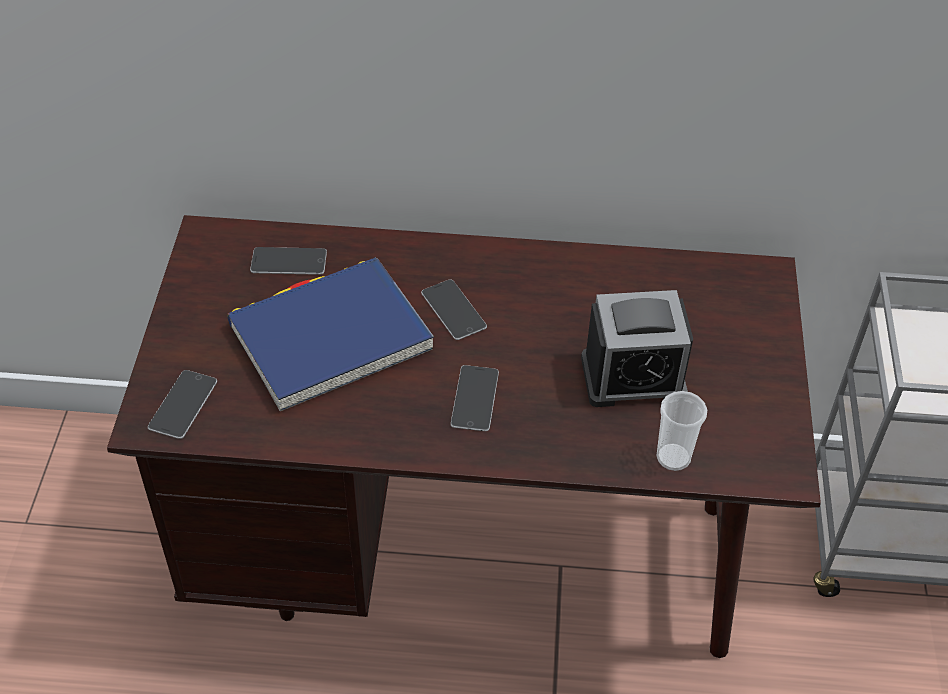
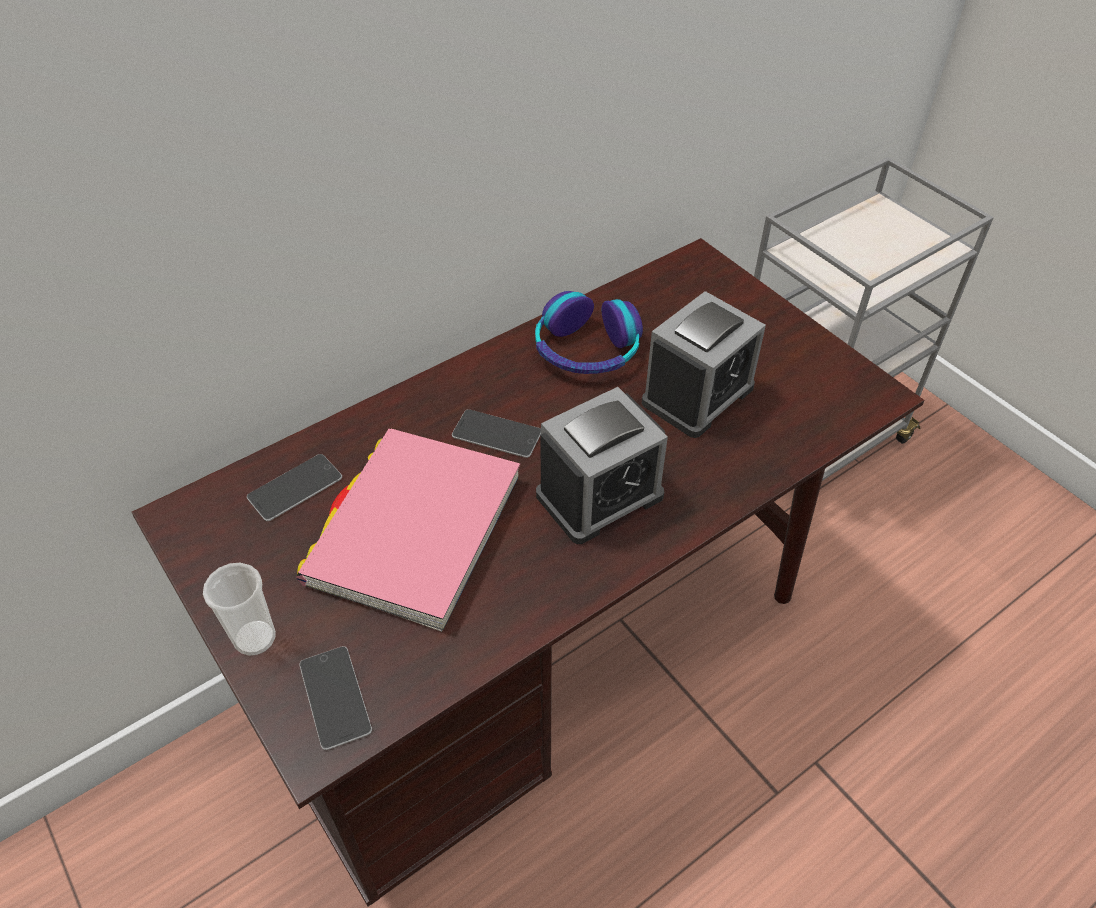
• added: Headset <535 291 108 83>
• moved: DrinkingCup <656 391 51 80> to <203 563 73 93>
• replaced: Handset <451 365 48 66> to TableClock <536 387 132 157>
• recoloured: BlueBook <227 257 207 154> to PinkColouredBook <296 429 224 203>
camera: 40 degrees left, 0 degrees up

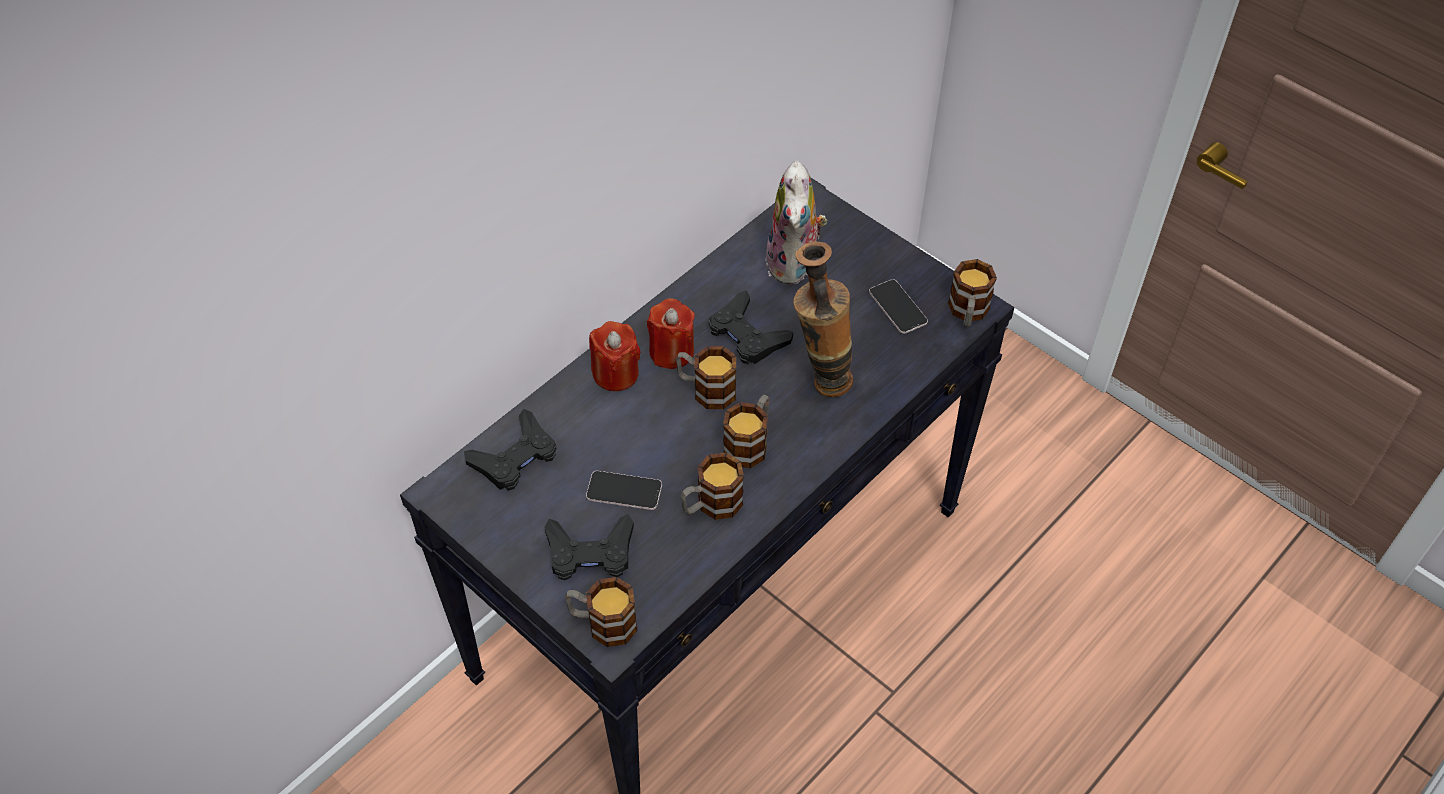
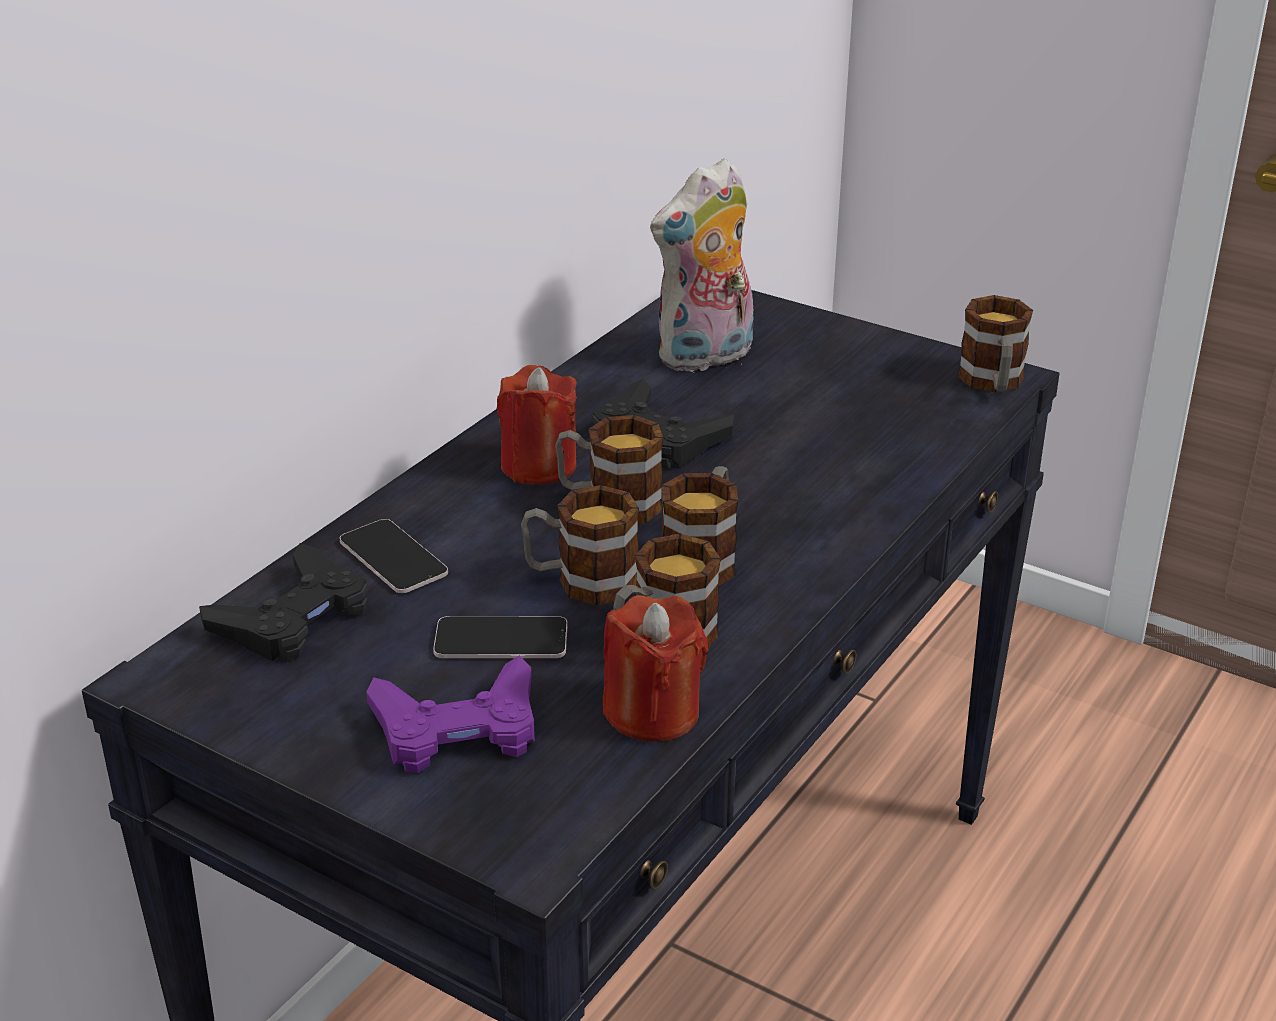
• removed: FlowerVase <793 241 60 156>
• moved: Mug <565 577 73 70> to <521 485 118 120>
• moved: ReddishCandle <589 321 52 70> to <603 595 105 147>
• moved: Handset <869 279 59 55> to <339 519 109 74>
• recoloured: BlackColouredJoypad <544 514 90 66> to PurpleColouredJoypad <366 655 169 118>
• turned: PlushToy <766 160 61 125> = <650 158 104 215> 60 degrees clockwise
camera: 10 degrees left, 20 degrees down

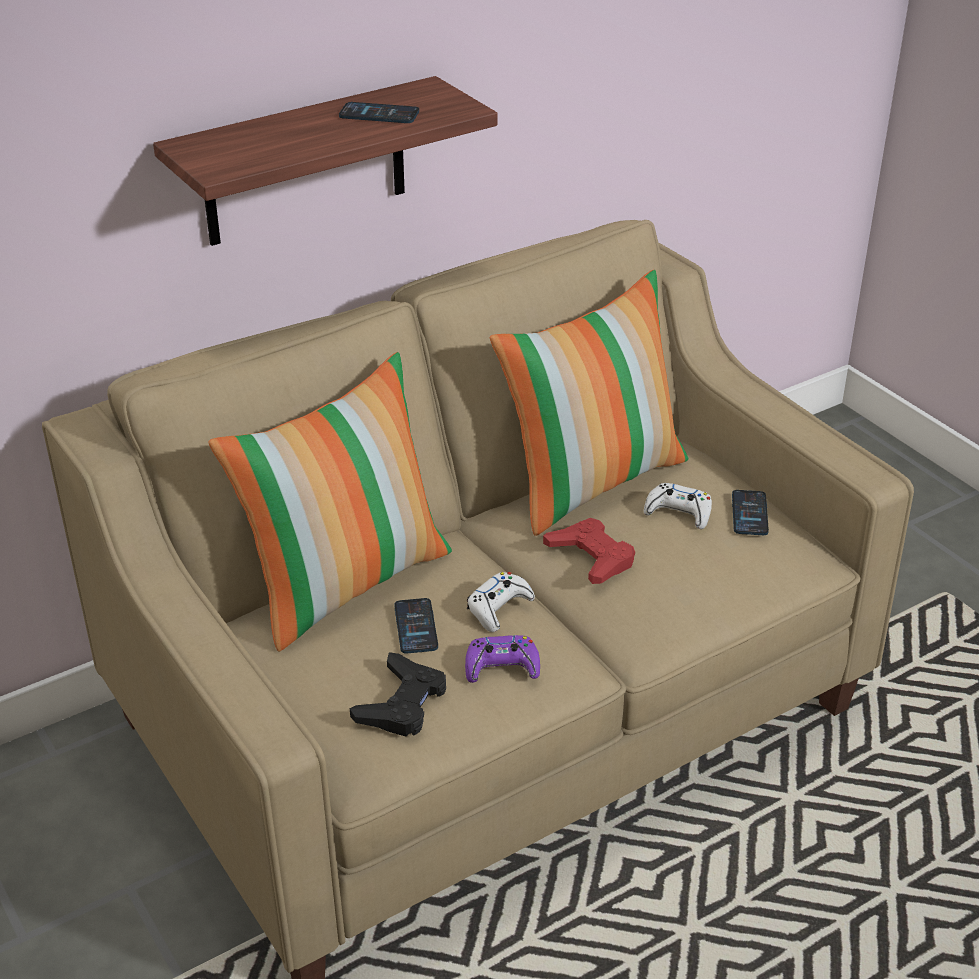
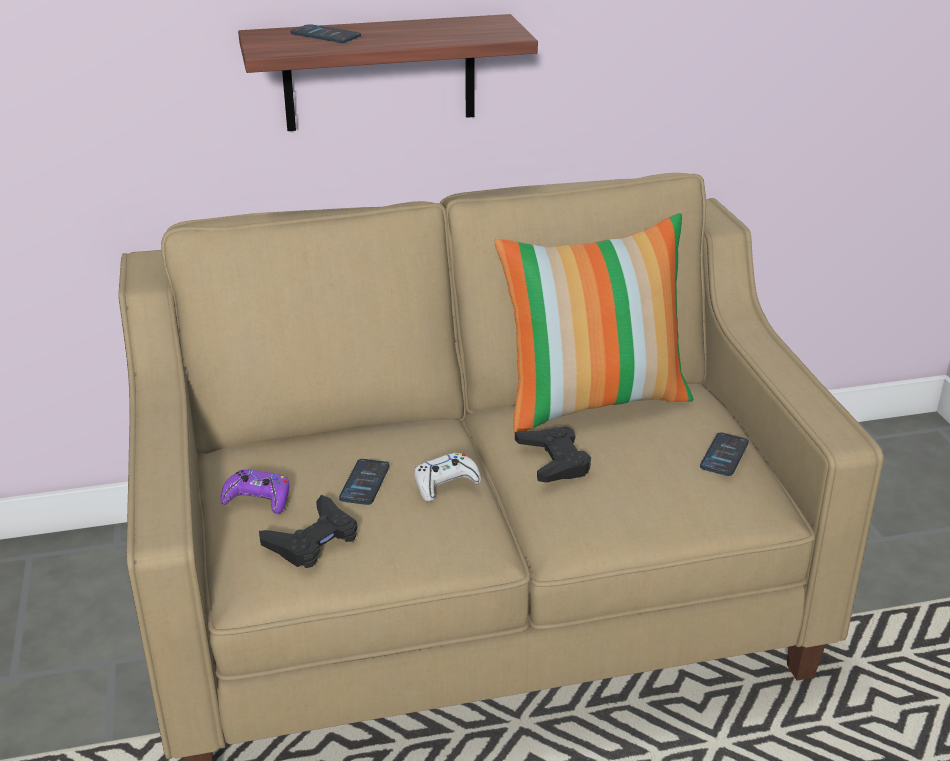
• removed: Cushion <208 352 244 300>
• removed: WhiteColouredJoypad <644 483 68 46>
• moved: Handset <339 102 80 21> to <290 24 71 19>
• moved: PurpleColouredJoypad <465 635 75 48> to <221 469 68 45>
• recoloured: ReddishJoypad <543 518 92 66> to BlackColouredJoypad <515 426 76 57>
camera: 20 degrees right, 5 degrees down

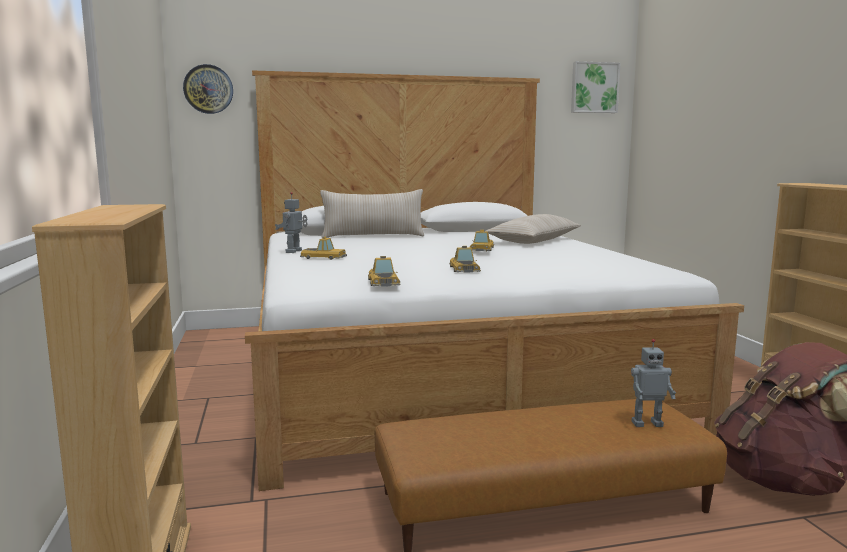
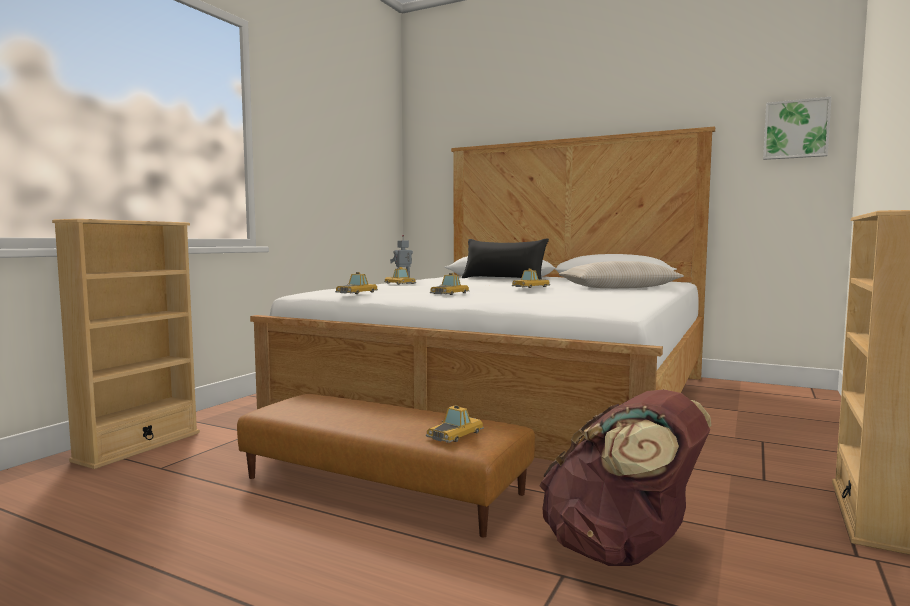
• removed: HangingClock <183 64 50 50>
• replaced: ToyRobot <631 339 45 88> to ModelCar <426 405 58 38>
• recoloured: SandColouredCushion <320 189 104 49> to BlackColouredCushion <462 238 87 41>
camera: 40 degrees right, 5 degrees down

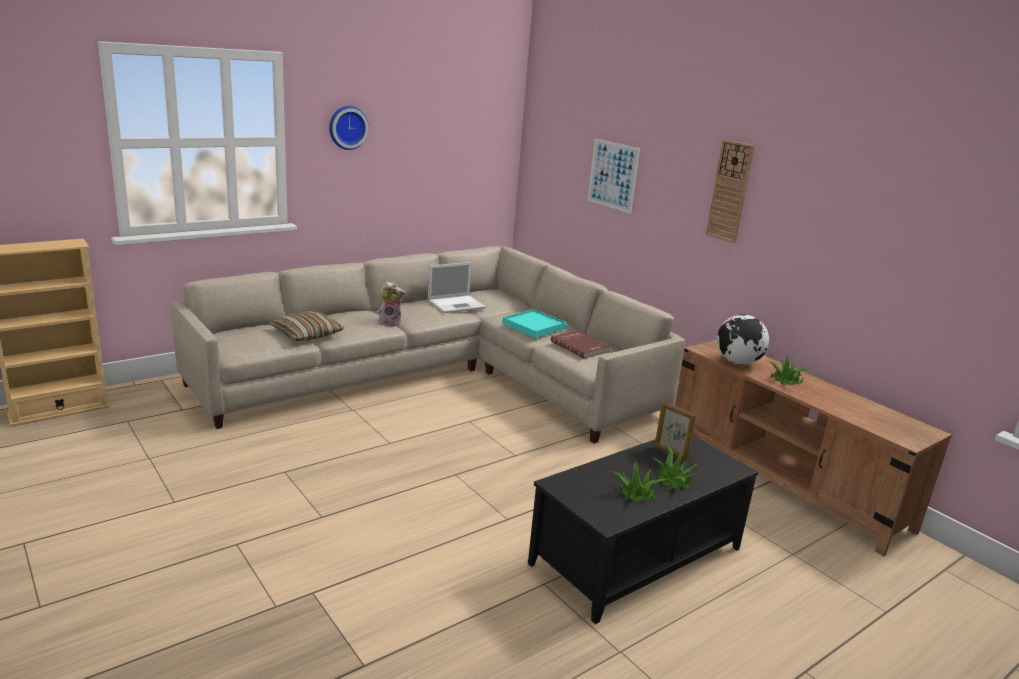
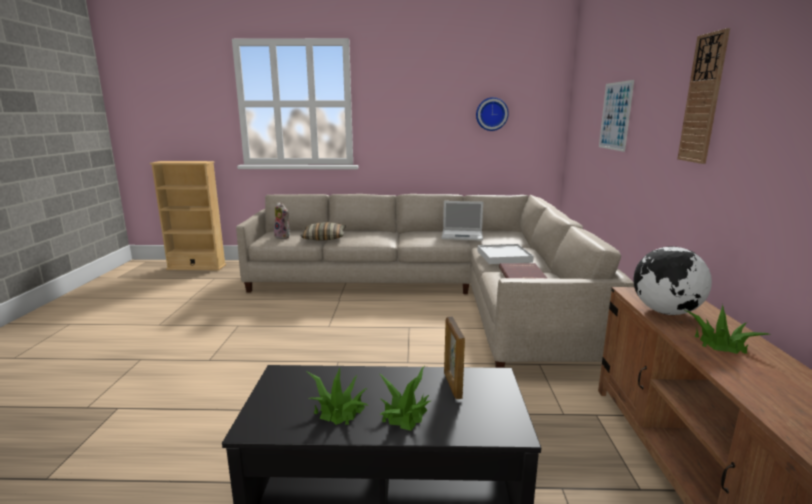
• moved: HangingClock <329 106 40 44> to <476 97 33 34>
• moved: PlushToy <377 281 29 46> to <274 202 15 37>
• recoloured: TurquoiseCarryingTray <502 309 65 29> to WhiteColouredCarryingTray <477 244 56 20>
camera: 40 degrees right, 5 degrees down

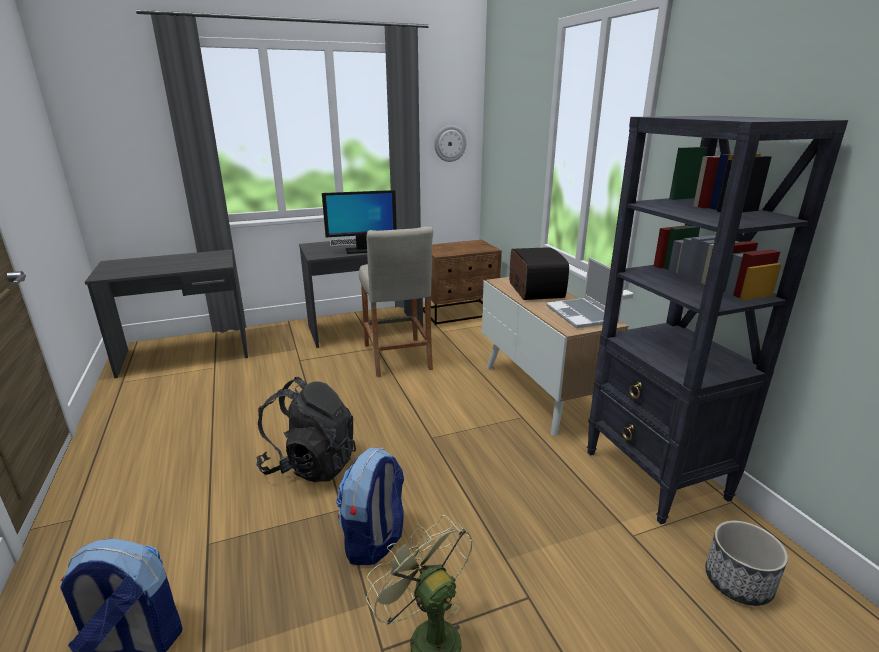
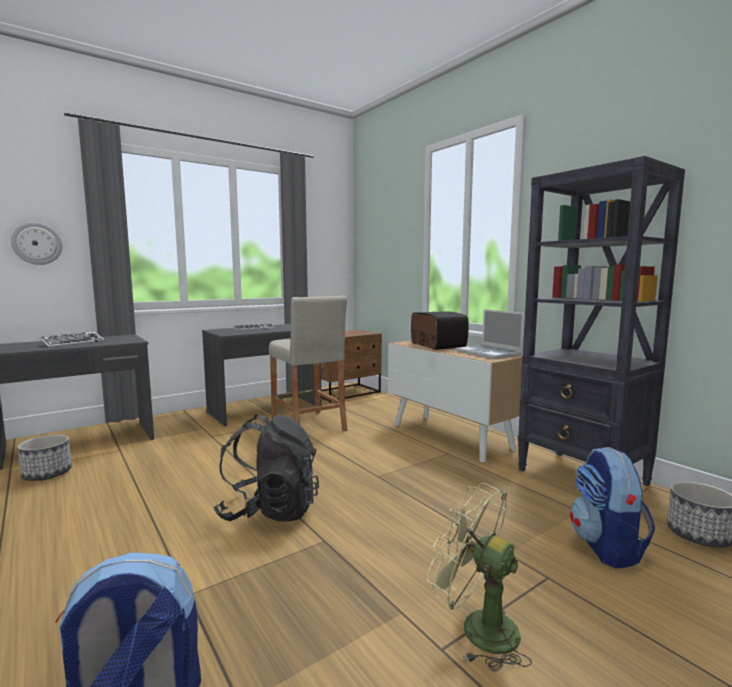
• removed: ComputerDisplay <322 190 75 64>
• added: Planter <17 435 55 46>
• added: Keyboard <40 332 64 15>
• moved: Rucksack <336 447 68 118> to <570 447 85 121>
• moved: HangingClock <434 125 33 37> to <11 222 51 43>
camera: 15 degrees left, 15 degrees down

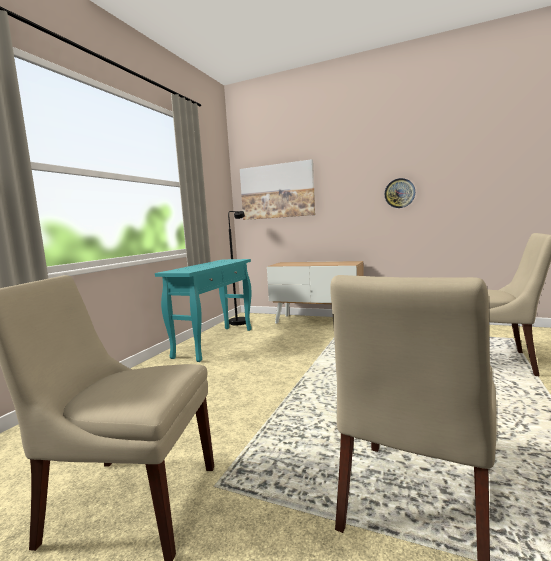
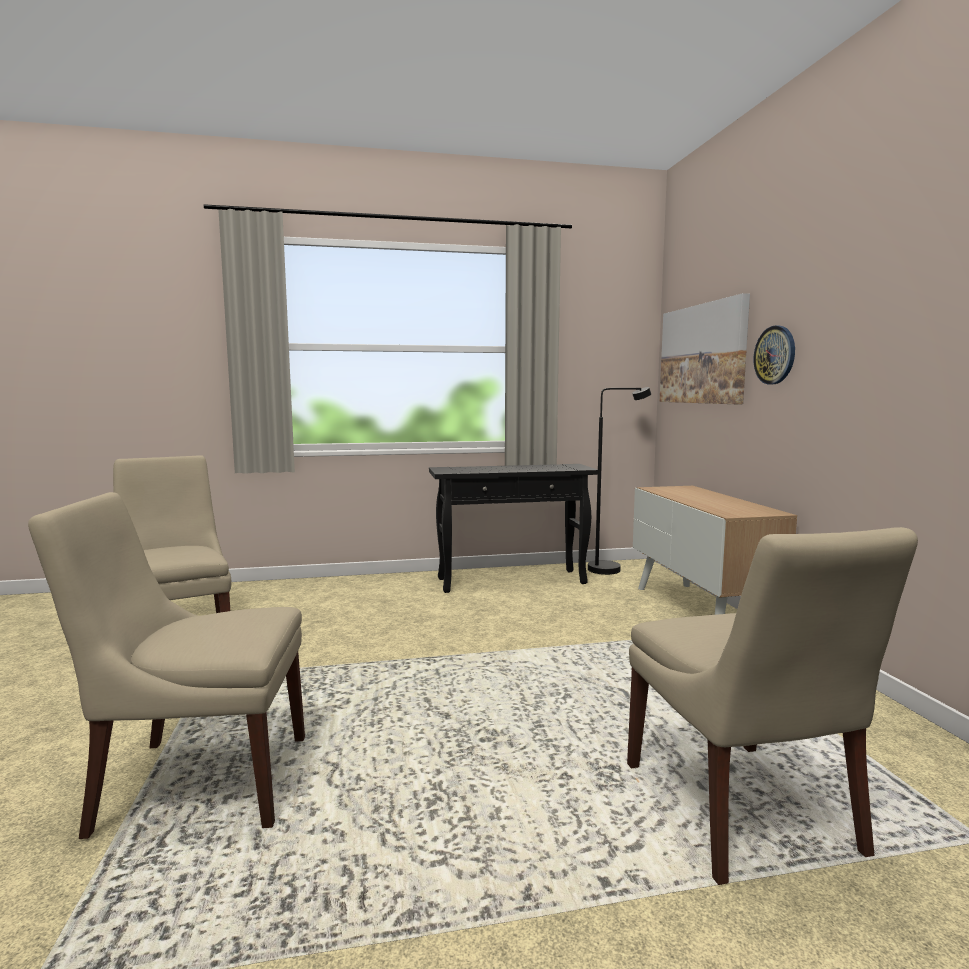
• moved: HangingClock <385 178 30 30> to <754 326 41 58>
• recoloured: TurquoiseHallTable <155 259 97 103> to BlackColouredHallTable <429 464 170 129>
camera: 55 degrees right, 0 degrees up

